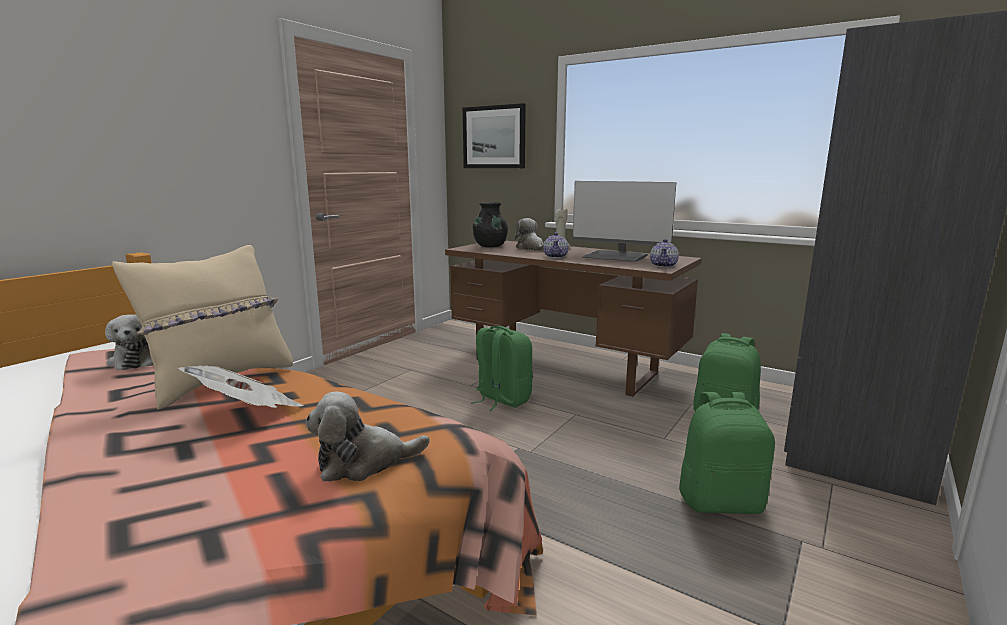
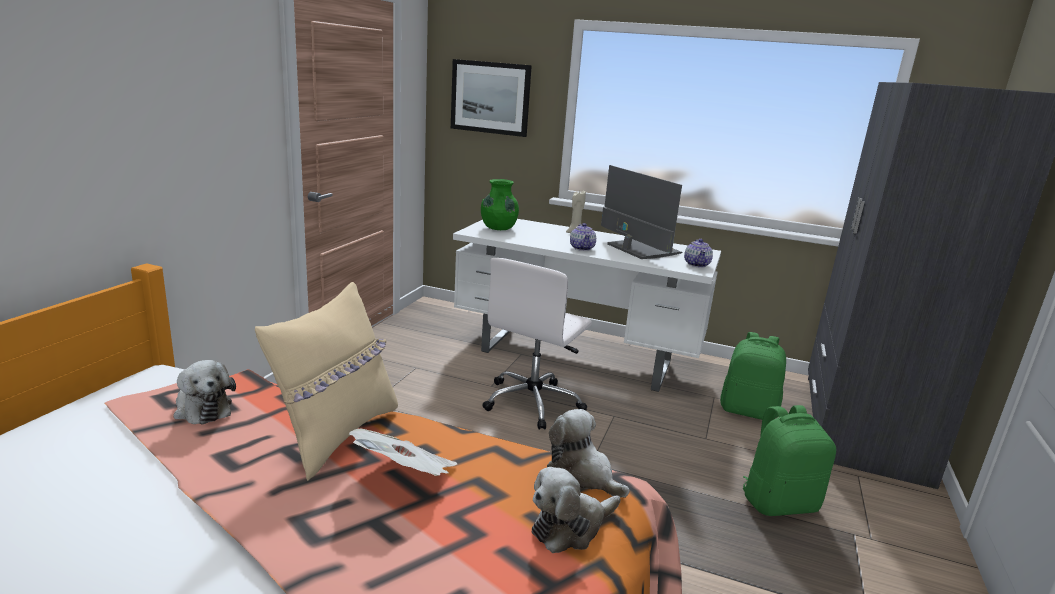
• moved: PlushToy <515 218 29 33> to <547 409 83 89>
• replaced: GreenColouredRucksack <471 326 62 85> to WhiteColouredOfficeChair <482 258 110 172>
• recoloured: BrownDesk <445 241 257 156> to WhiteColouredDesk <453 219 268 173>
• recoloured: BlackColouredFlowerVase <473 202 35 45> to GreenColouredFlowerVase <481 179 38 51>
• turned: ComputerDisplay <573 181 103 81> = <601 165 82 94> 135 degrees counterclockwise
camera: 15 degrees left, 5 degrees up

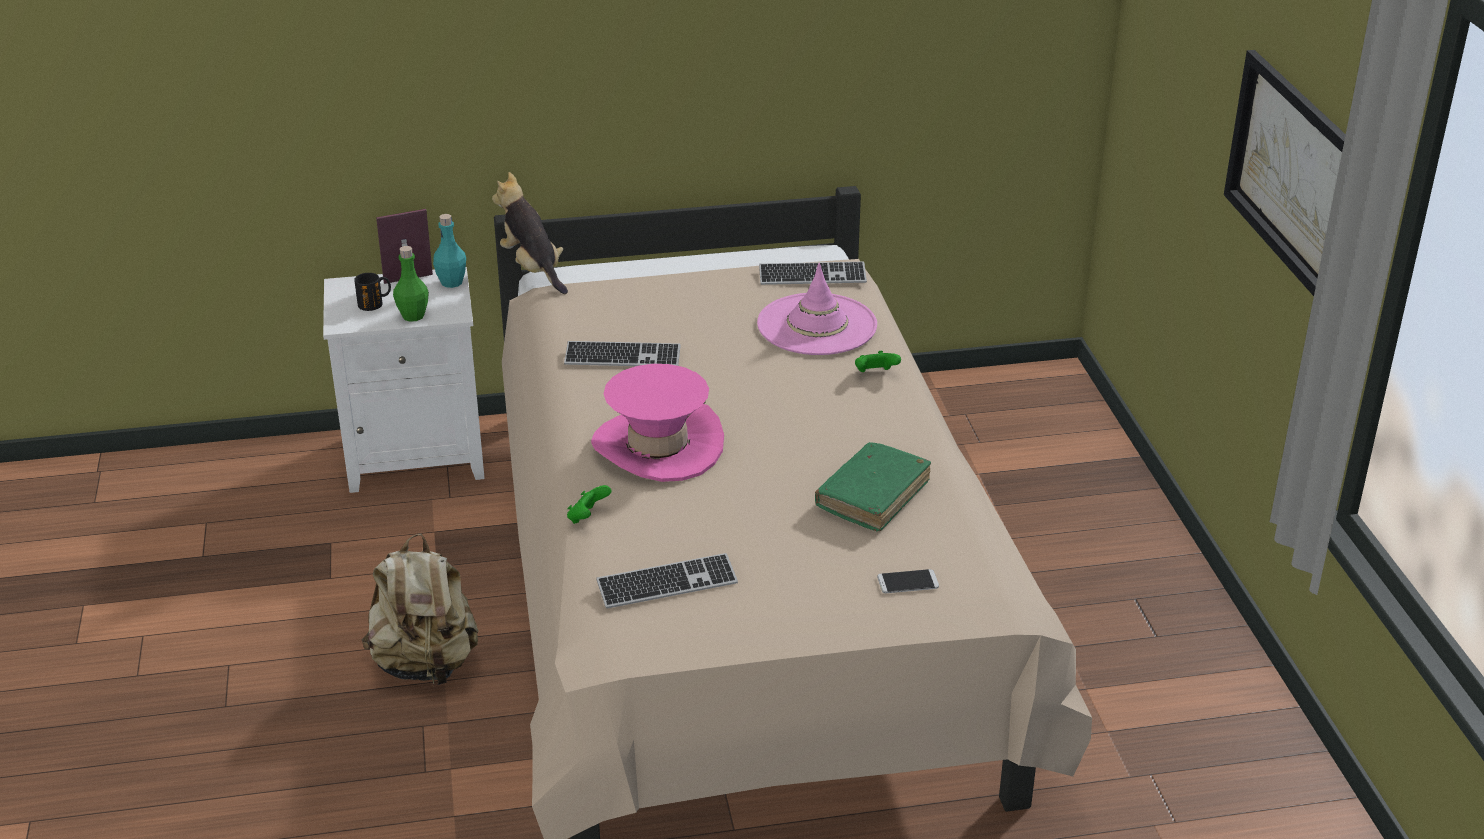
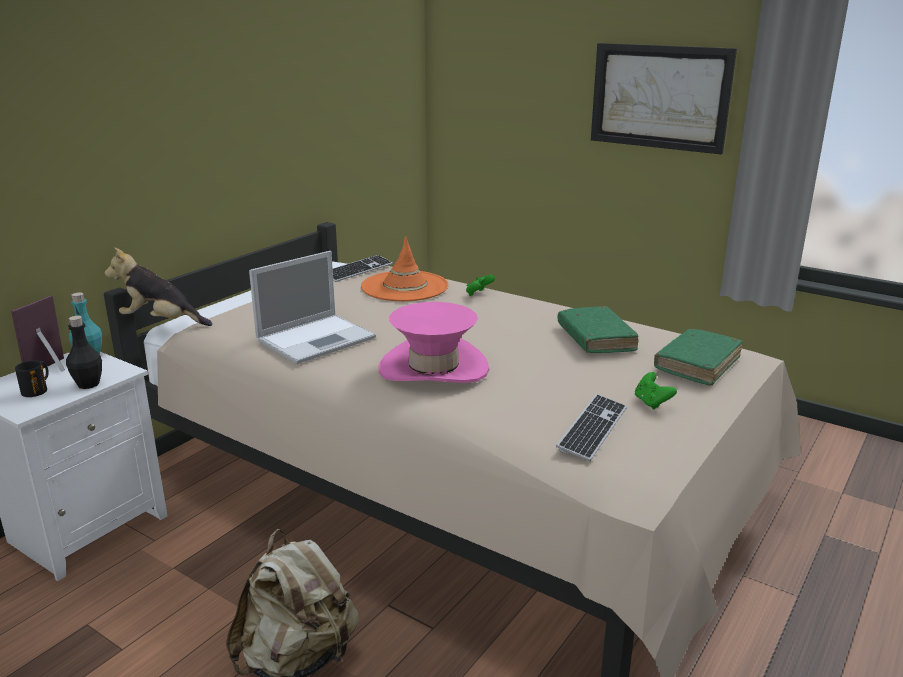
• moved: GreenColouredJoypad <567 485 44 39> to <635 372 42 38>
• replaced: Keyboard <564 341 117 25> to PortableComputer <249 251 127 113>
• replaced: Handset <877 569 62 24> to GreenColouredBook <654 329 89 56>
• recoloured: GreenColouredBeverageBottle <393 246 36 76> to BlackColouredBeverageBottle <66 316 36 73>
• recoloured: PinkColouredWearableHat <757 263 120 92> to OrangeWearableHat <361 236 88 65>
camera: 45 degrees left, 10 degrees down

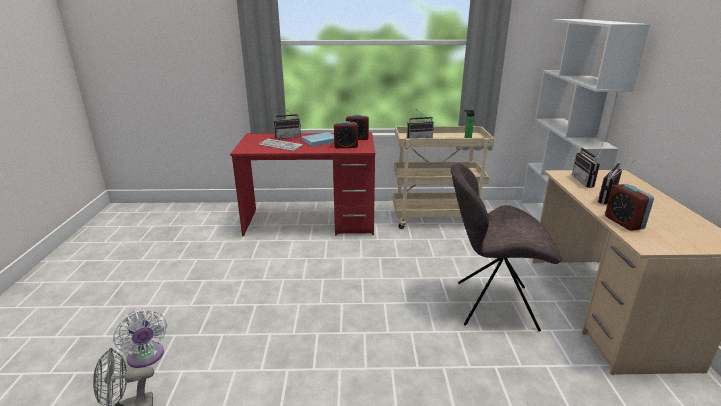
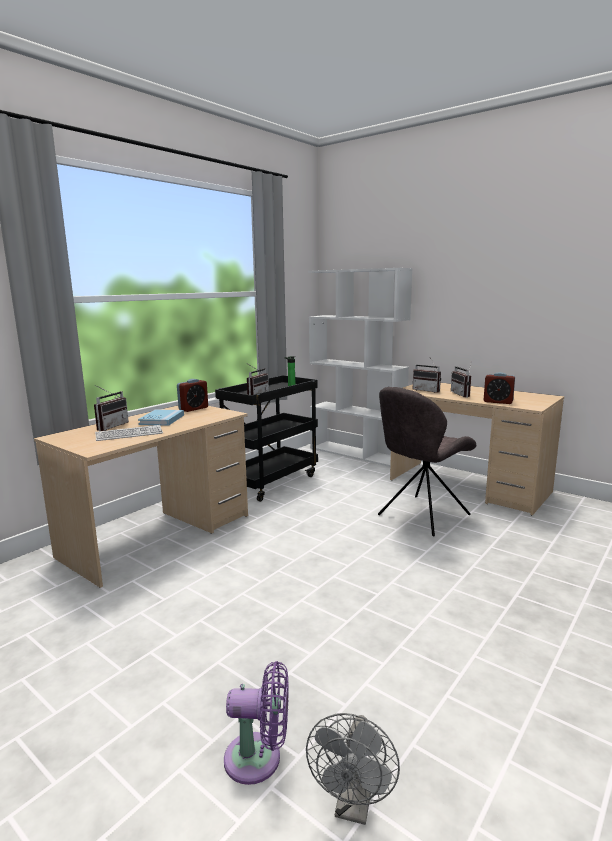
• removed: TableClock <334 121 24 27>
• recoloured: WhiteColouredCoolingFan <113 309 54 59> to PurpleColouredCoolingFan <224 661 65 124>
• recoloured: ReddishDesk <230 133 145 103> to SandColouredDesk <34 406 214 182>
• recoloured: SandColouredTrolley <393 126 101 103> to BlackColouredTrolley <215 375 103 127>
camera: 50 degrees left, 10 degrees down

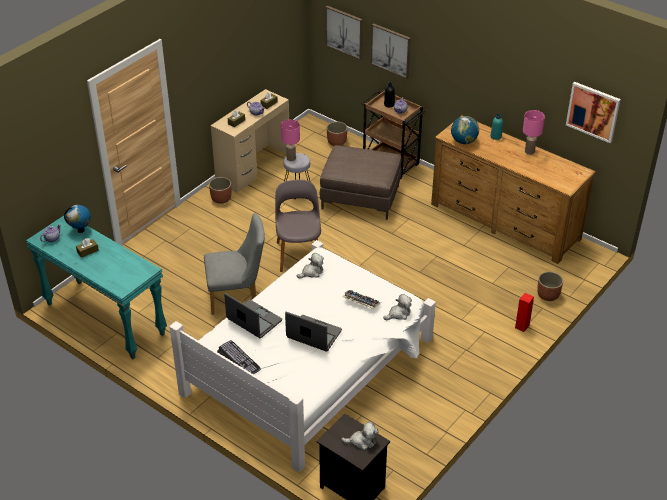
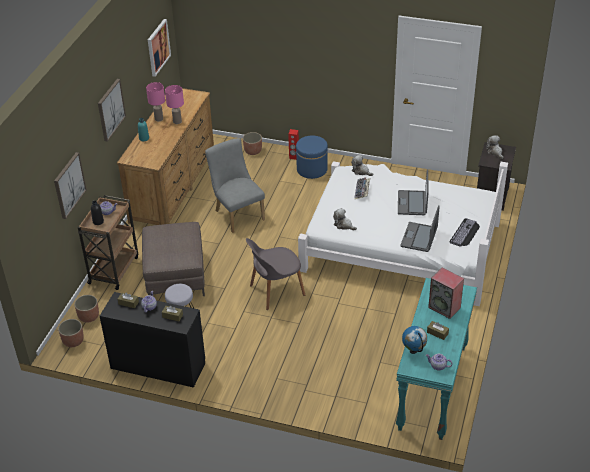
• removed: DeskGlobe <451 116 28 28>
• added: BlueFootrest <296 136 32 43>
• added: AudioSpeaker <428 268 36 51>
• moved: GreyUprightChair <204 213 61 102> to <205 138 60 95>
• moved: Planter <209 177 22 27> to <58 319 26 28>
• moved: PinkColouredTabletopLamp <281 119 19 42> to <165 85 19 39>
• moved: Picture <325 6 38 54> to <98 79 28 63>
• recoloured: SandColouredDesk <211 89 78 104> to BlackColouredDesk <100 292 105 96>
camera: 110 degrees left, 0 degrees up

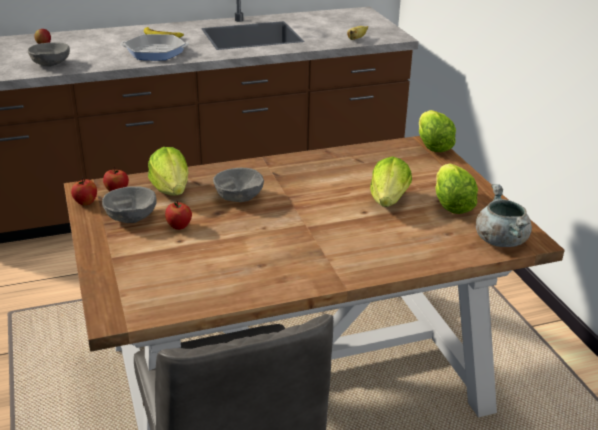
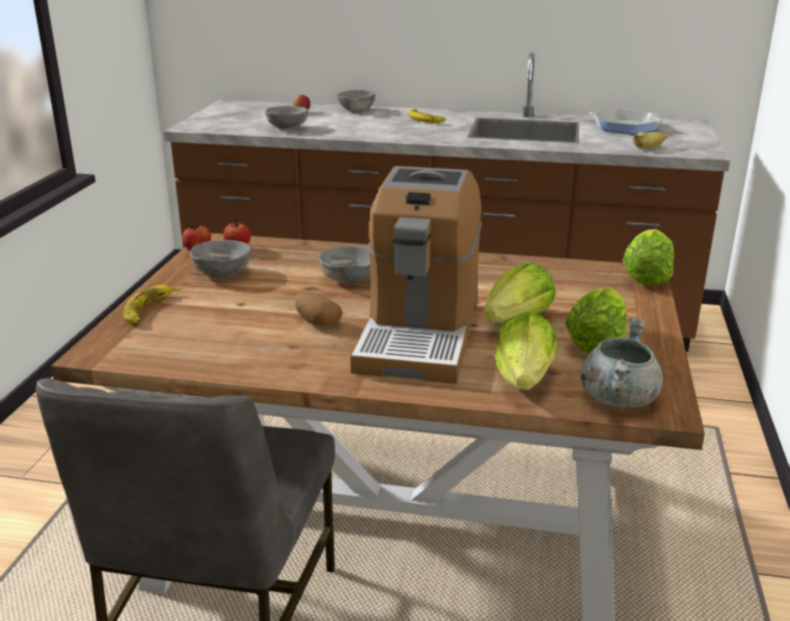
• removed: WholeApple <165 200 27 30>
• added: Banana <123 285 58 38>
• added: WholePotato <295 292 47 34>
• added: GreyBowl <336 90 39 21>
• added: CoffeeMaker <350 166 132 218>
• moved: Pan <120 34 69 26> to <589 109 76 25>
• moved: HeadOfLettuce <148 147 41 49> to <495 312 62 78>
camera: 30 degrees right, 5 degrees down

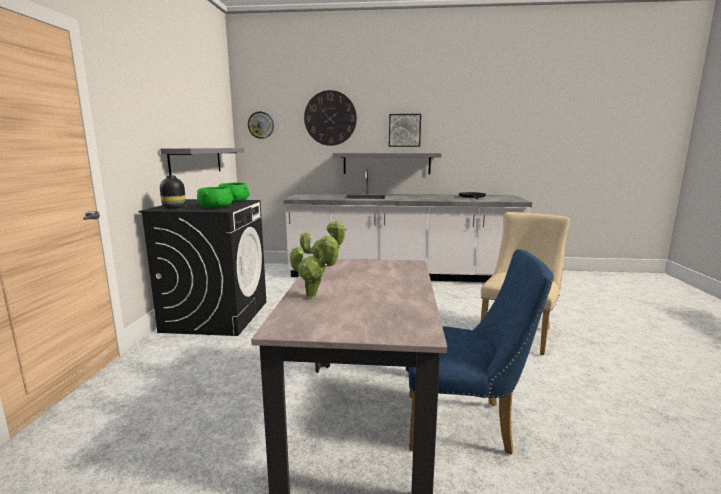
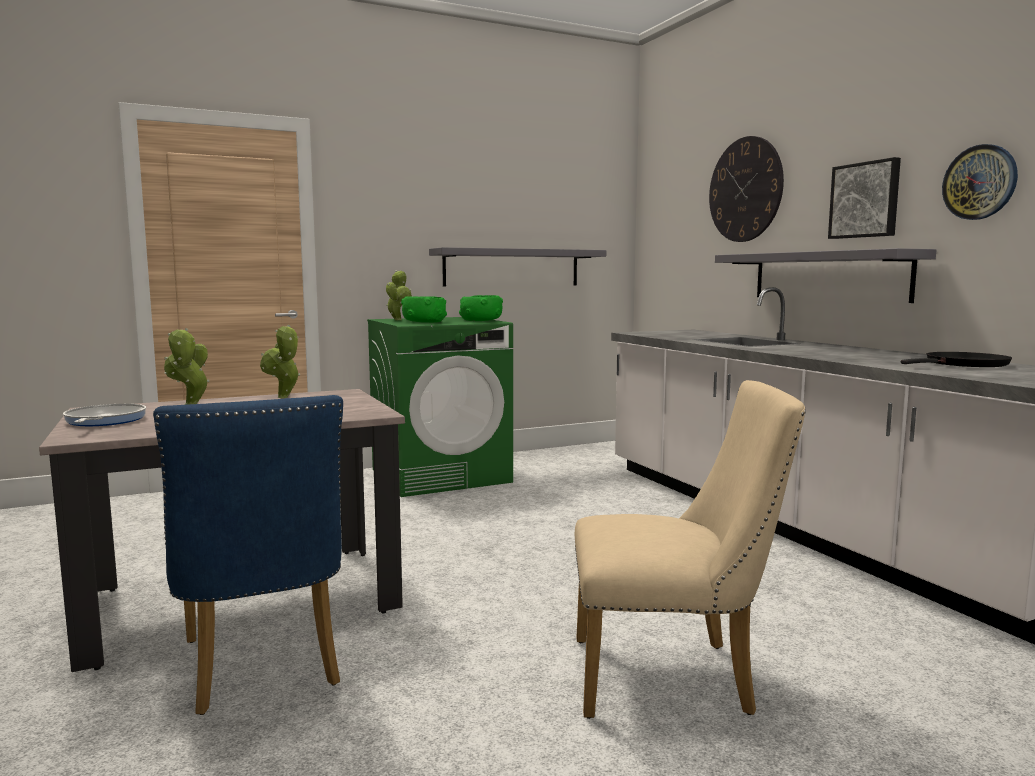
• added: Pan <63 404 83 22>
• moved: HangingClock <248 111 26 28> to <942 144 76 76>
• replaced: BlackColouredFlowerVase <160 176 26 33> to Houseplant <386 270 26 50>
• recoloured: BlackColouredLaundryMachine <139 199 127 137> to GreenColouredLaundryMachine <367 317 146 180>
camera: 60 degrees right, 5 degrees down

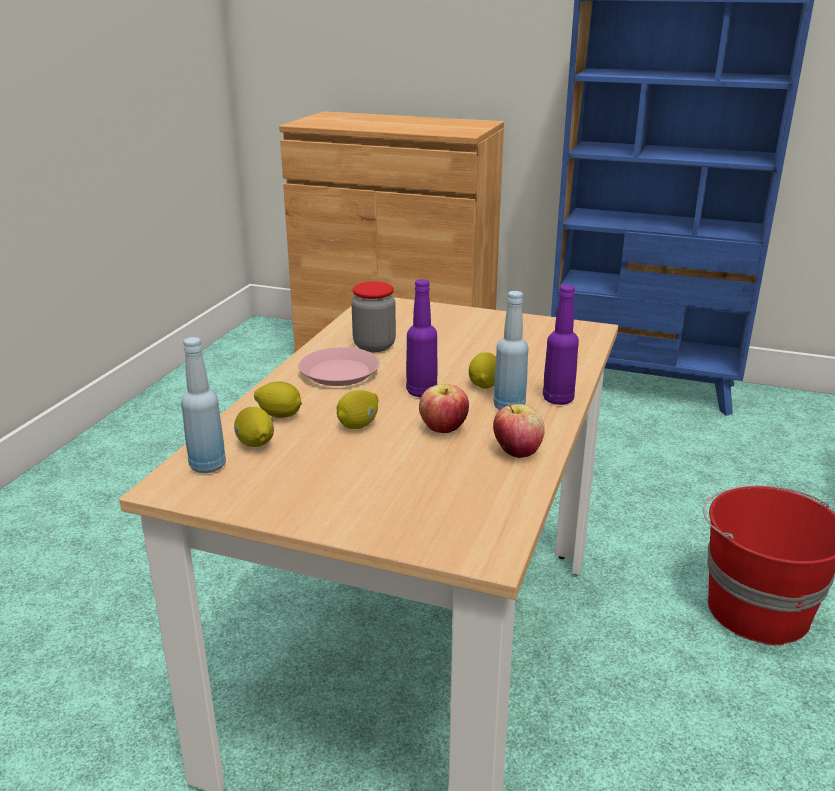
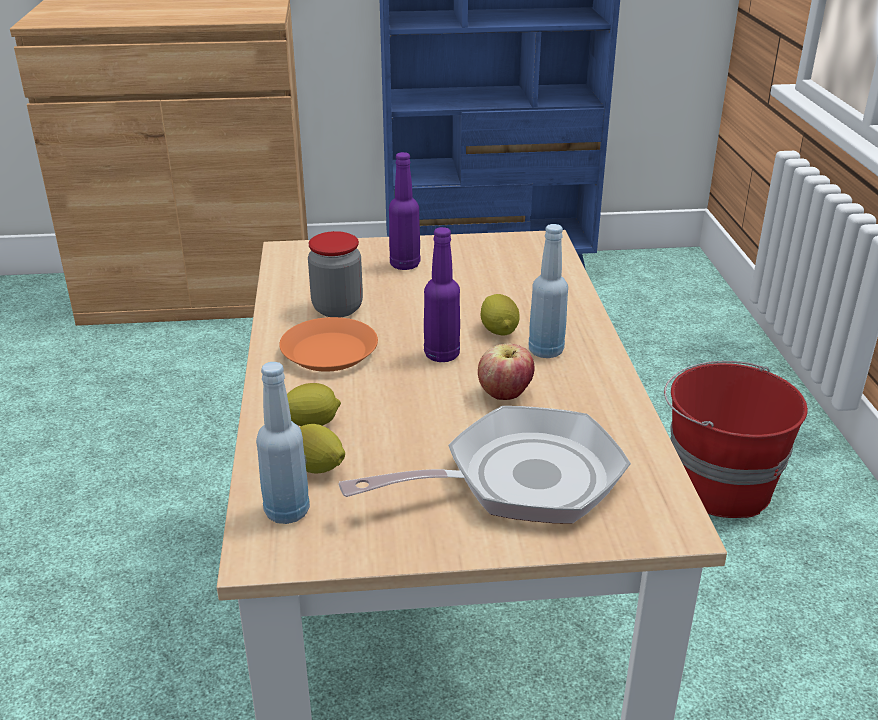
• removed: CitrusFruit <337 390 42 39>
• removed: WholeApple <493 404 52 54>
• added: Pan <339 406 292 118>
• moved: PurpleColouredBeverageBottle <543 285 36 120> to <389 152 31 118>
• recoloured: PinkColouredPlate <299 347 80 39> to OrangePlate <279 317 99 55>
camera: 25 degrees left, 5 degrees up

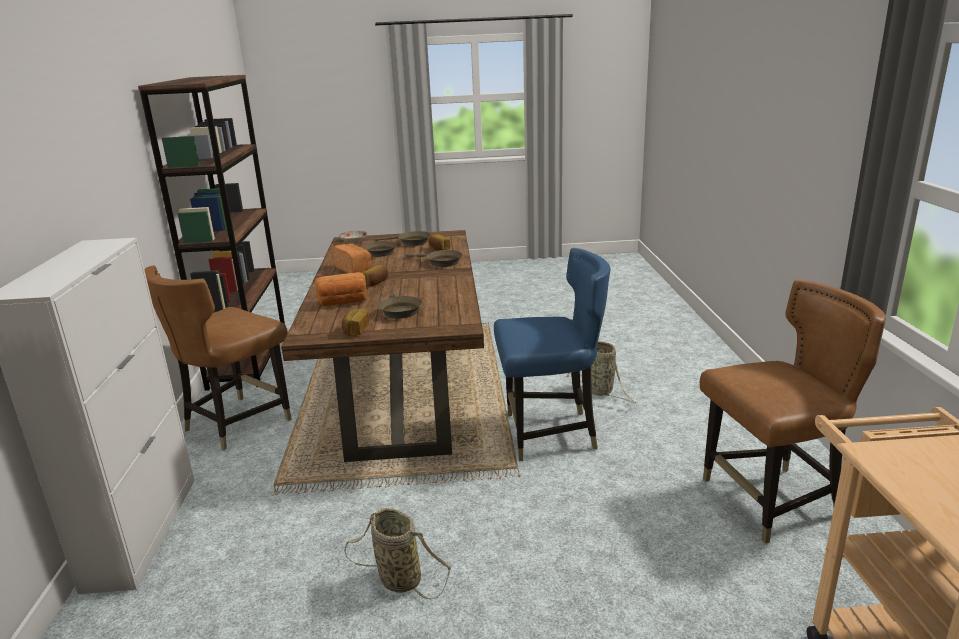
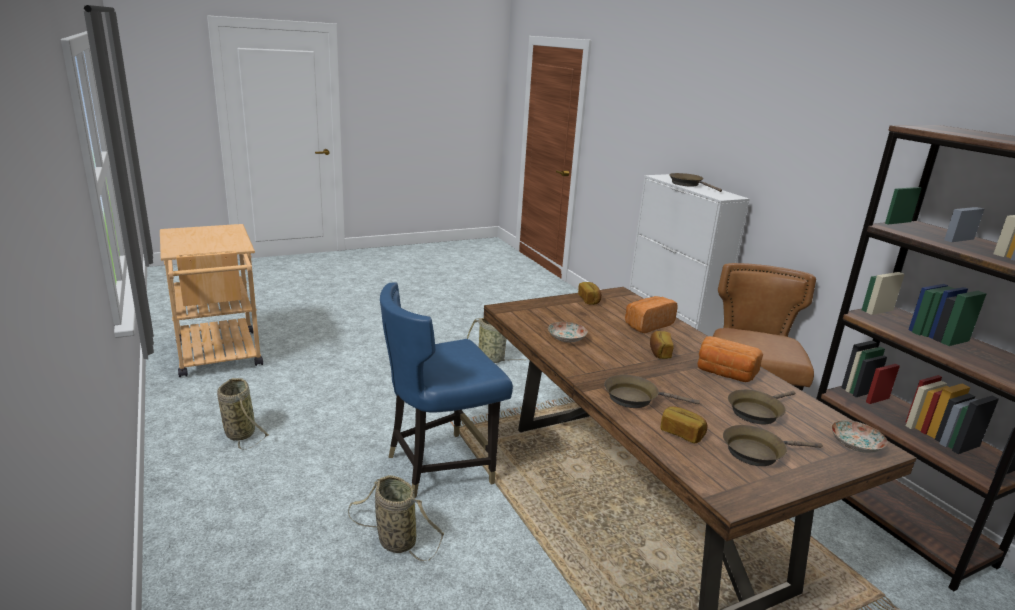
• added: Plate <548 322 39 21>
• moved: BrownPan <378 290 44 29> to <669 173 53 19>
• replaced: BrownUprightChair <700 279 186 265> to StorageBasket <217 378 52 72>
camera: 155 degrees right, 0 degrees up

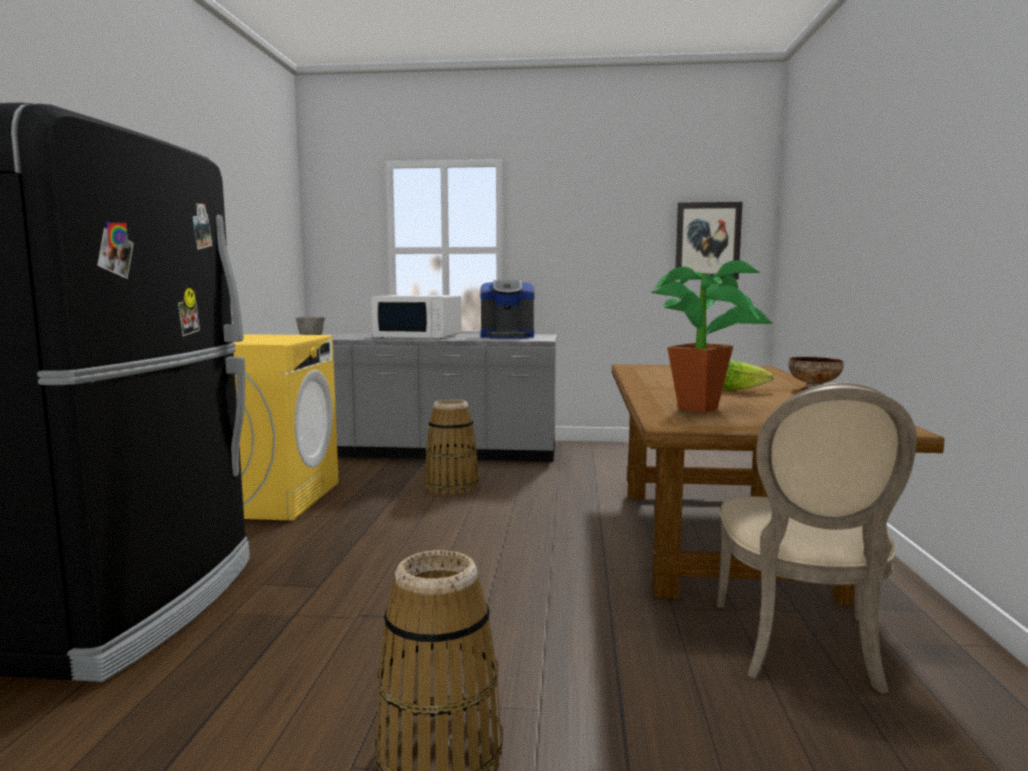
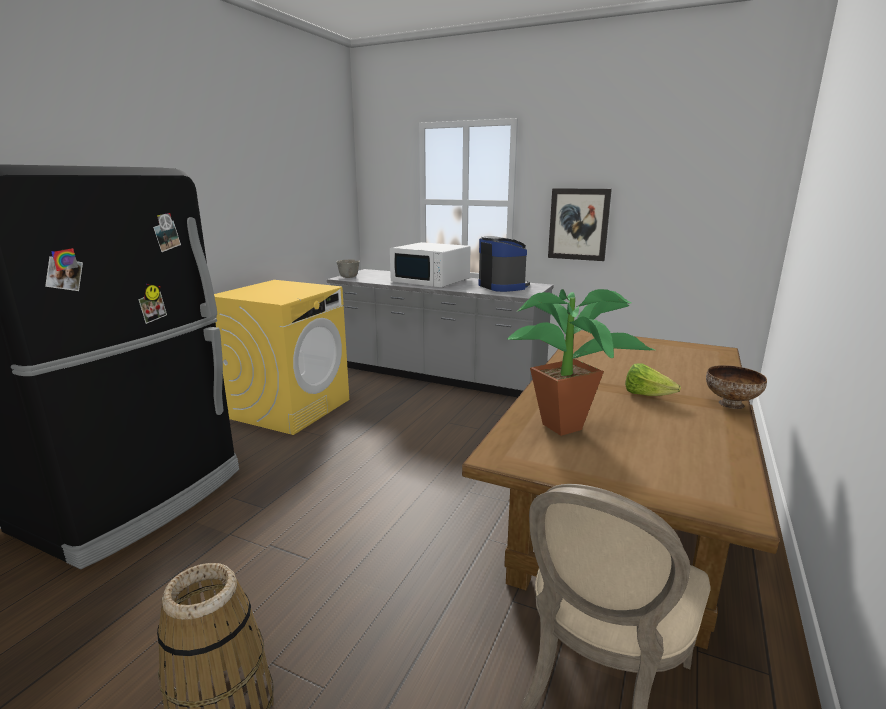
• removed: StorageBasket <424 399 55 97>
• moved: Picture <675 202 67 78> to <548 188 64 73>
• turned: CoffeeMaker <480 280 54 59> = <478 236 52 56> 135 degrees counterclockwise
camera: 20 degrees right, 10 degrees up

